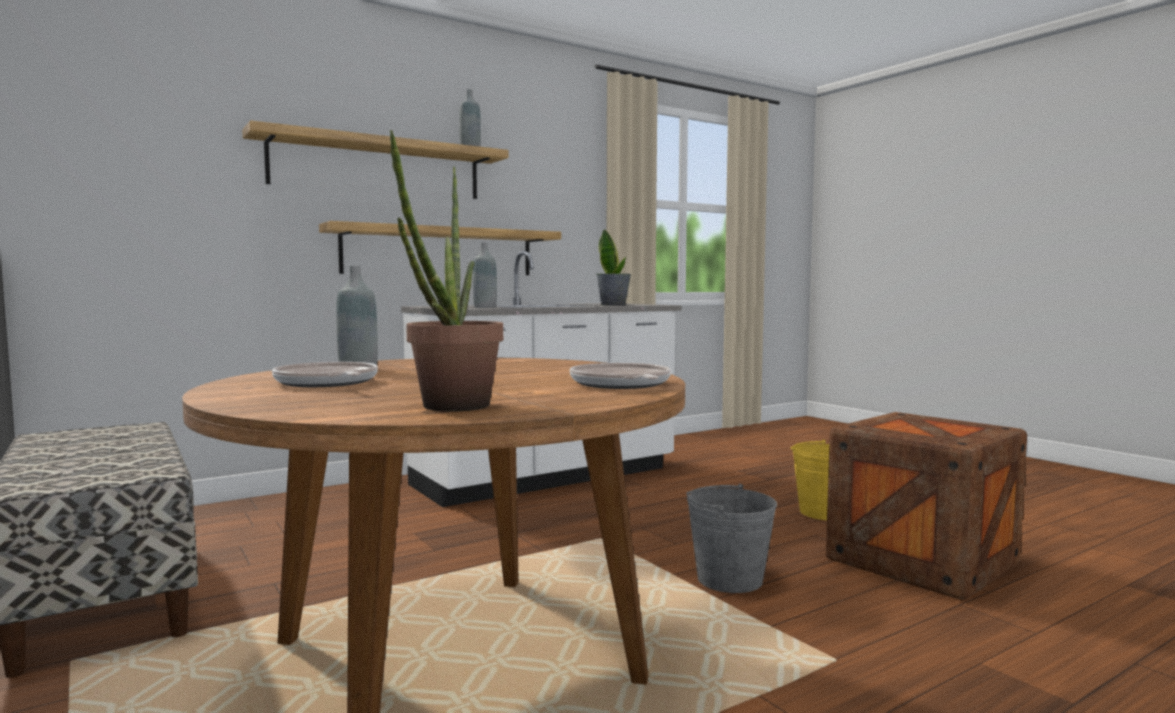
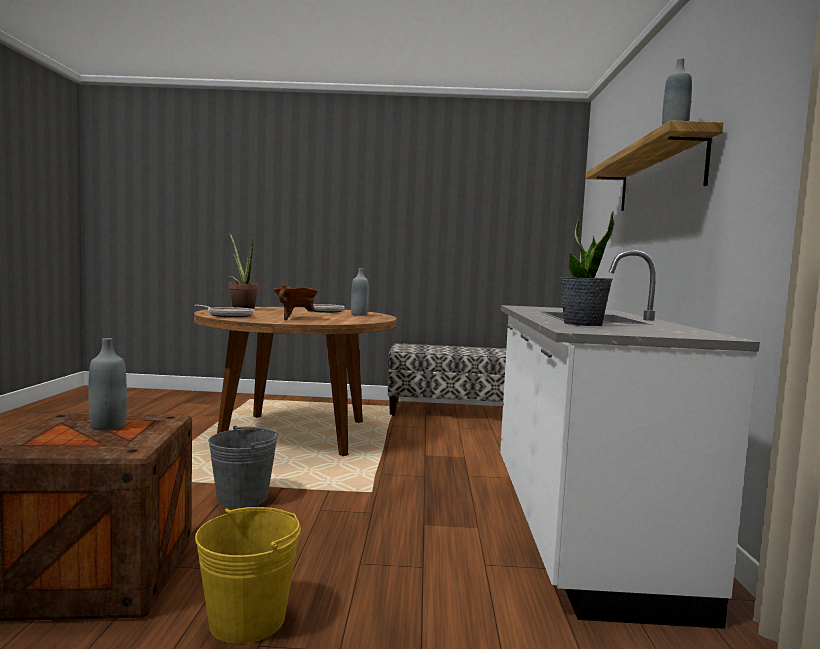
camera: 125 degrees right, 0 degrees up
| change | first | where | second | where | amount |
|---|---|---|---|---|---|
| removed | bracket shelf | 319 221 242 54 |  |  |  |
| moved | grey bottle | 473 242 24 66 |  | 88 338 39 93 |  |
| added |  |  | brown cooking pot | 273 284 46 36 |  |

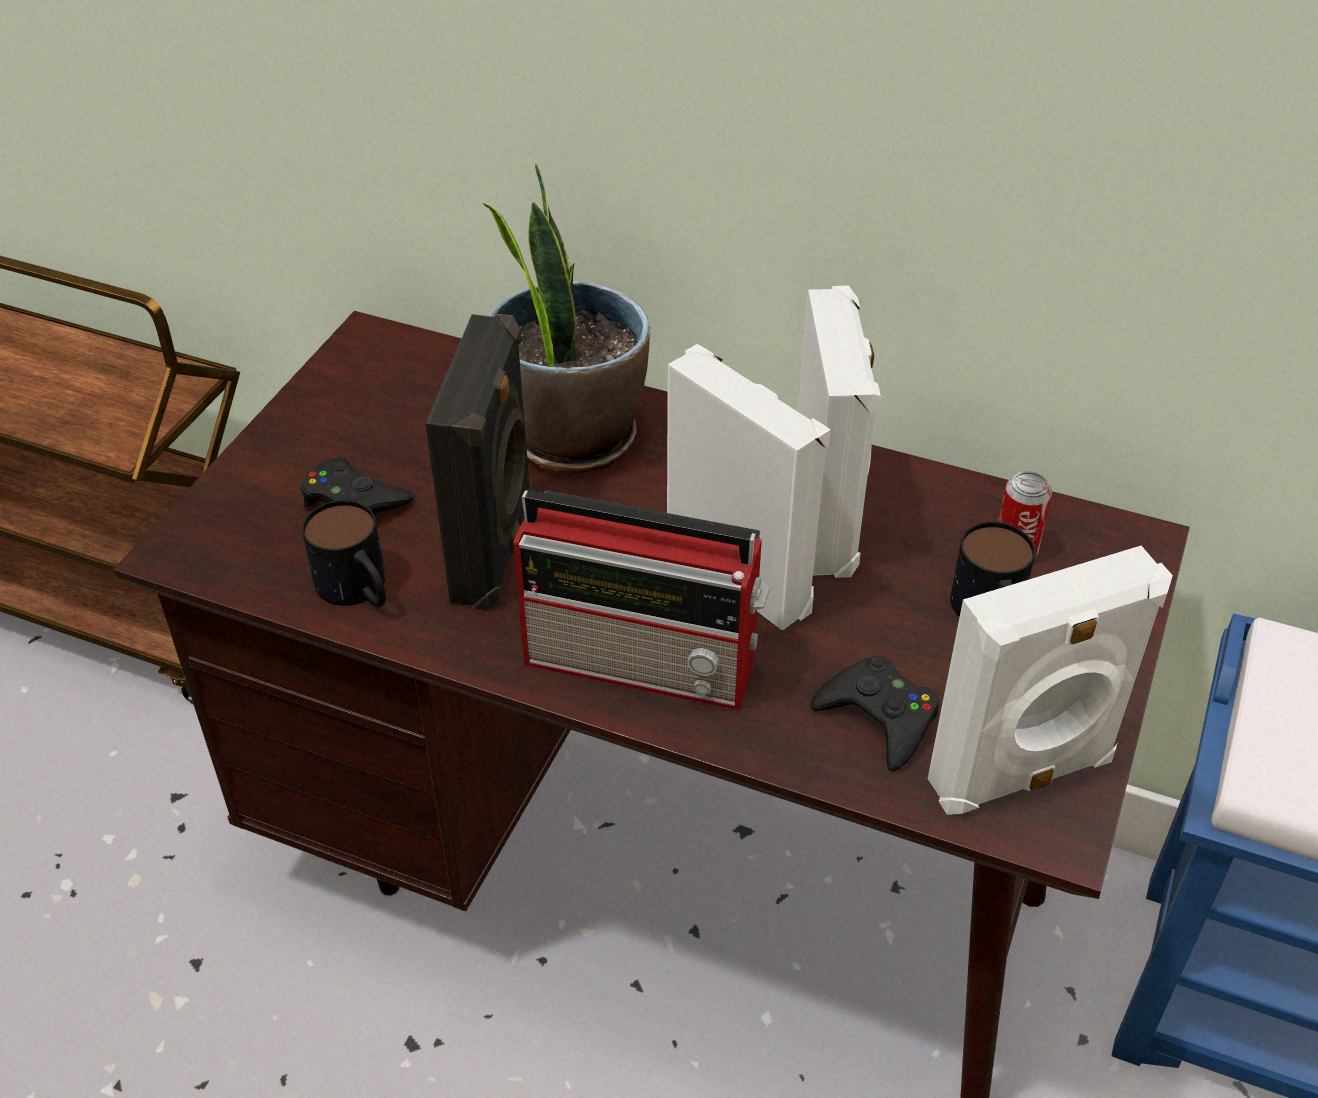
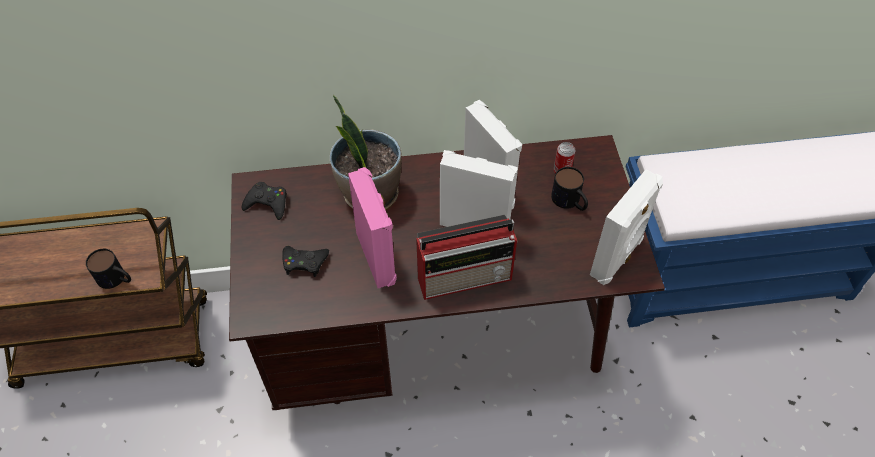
camera: 30 degrees left, 10 degrees up
| change | first | where | second | where | amount |
|---|---|---|---|---|---|
| recoloured | blackish speaker | 426 314 107 297 | pink speaker | 348 167 49 121 |  |
| moved | tea mug | 302 500 84 107 |  | 86 249 45 40 |  |
| moved | blackish joypad | 811 656 128 115 |  | 242 182 45 38 |  |

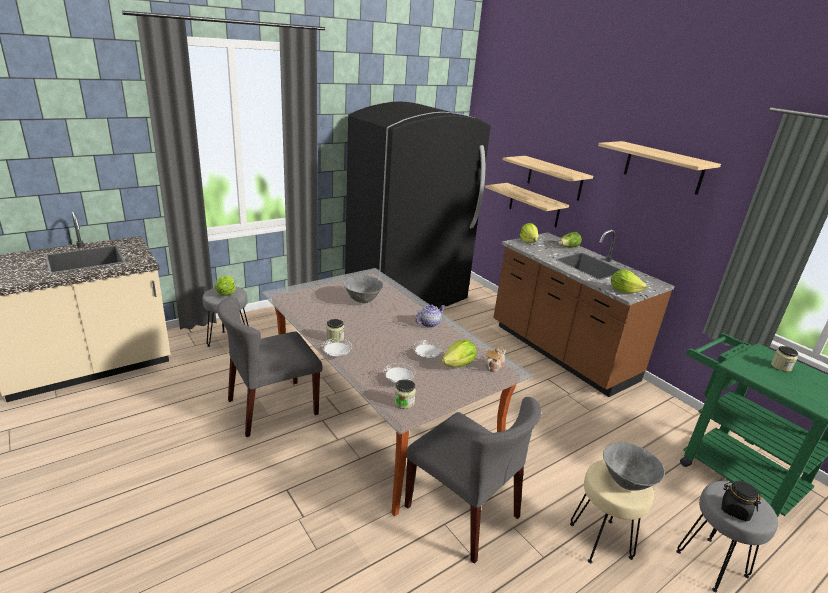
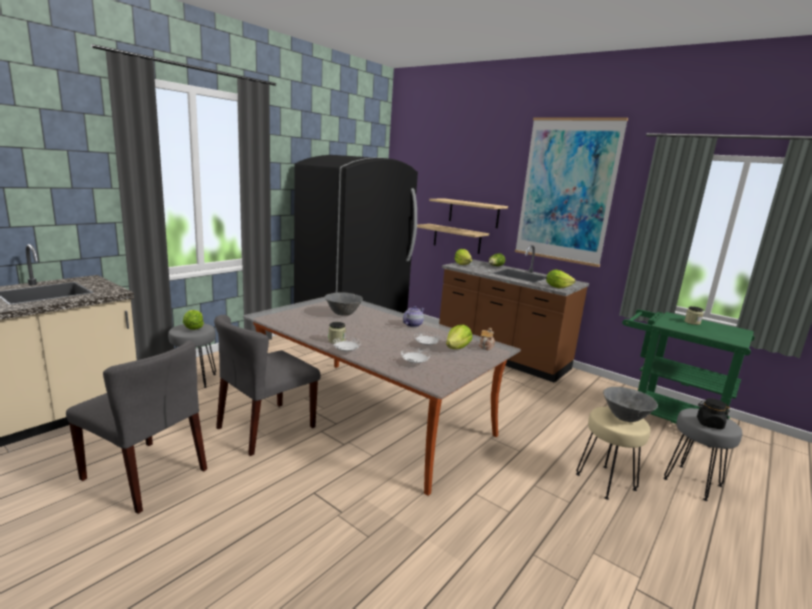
camera: 15 degrees left, 10 degrees down
| change | first | where | second | where | amount |
|---|---|---|---|---|---|
| replaced | bracket shelf | 598 141 123 54 | picture | 515 117 113 150 |  |
| removed | jar | 394 379 22 30 |  |  |  |
| moved | grey plain chair | 405 397 136 167 |  | 66 340 141 174 |  |

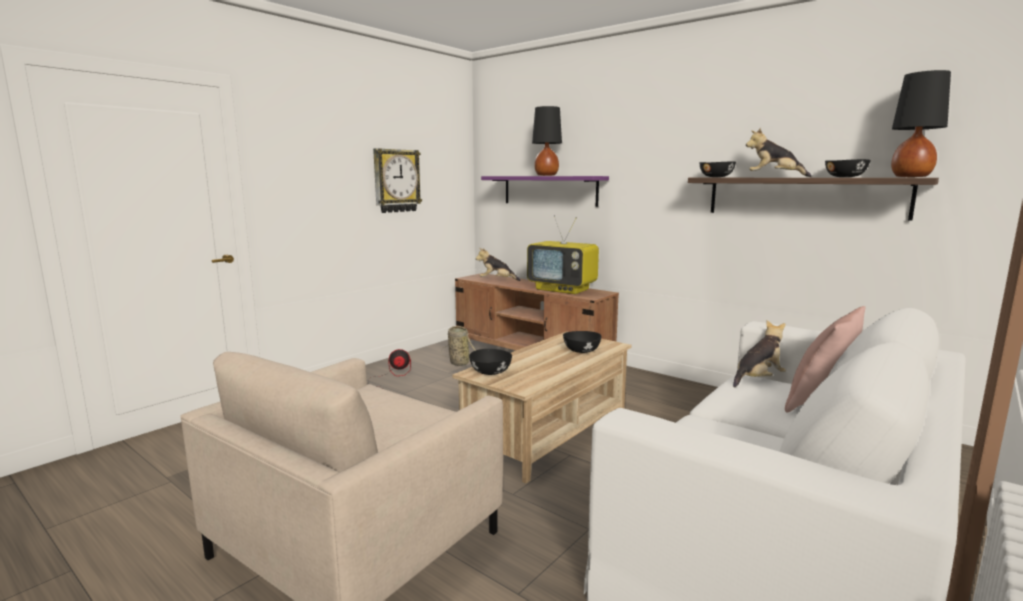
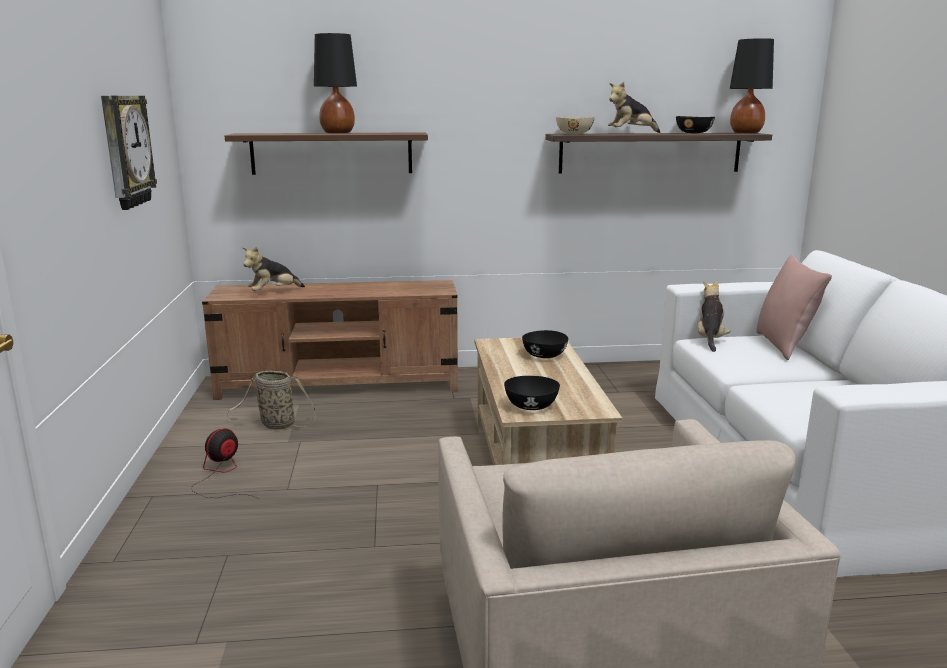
camera: 45 degrees left, 5 degrees up
| change | first | where | second | where | amount |
|---|---|---|---|---|---|
| recoloured | blackish bowl | 699 162 37 15 | beige bowl | 556 117 39 17 |  |
| recoloured | purplish bracket shelf | 481 176 128 31 | brown bracket shelf | 225 132 203 43 |  |
| removed | TV set | 527 215 72 79 |  |  |  |

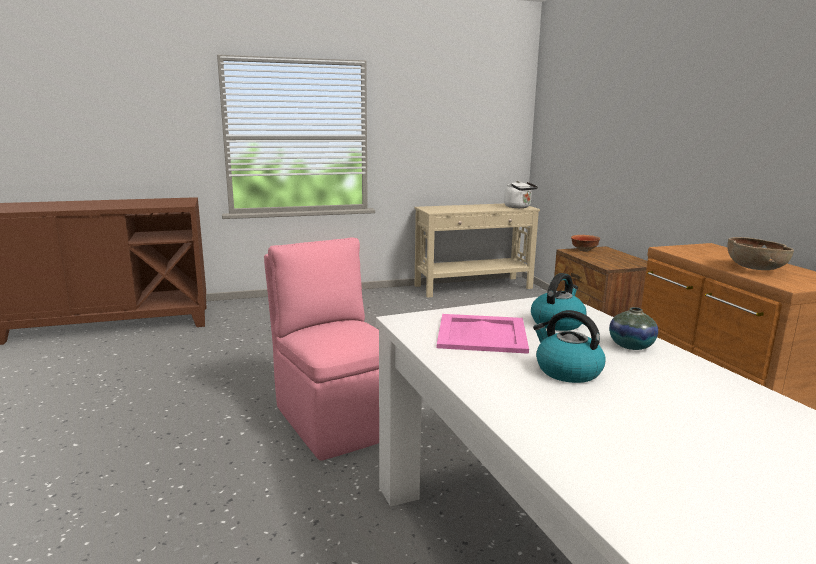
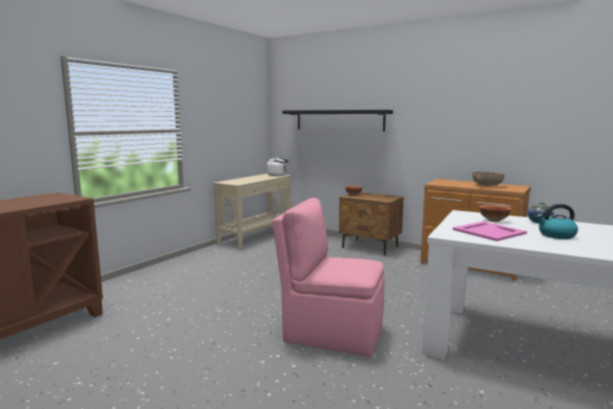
camera: 40 degrees left, 5 degrees down
| change | first | where | second | where | amount |
|---|---|---|---|---|---|
| replaced | tea kettle | 531 273 56 58 | bowl | 479 205 32 17 |  |
| added |  |  | blackish bracket shelf | 283 110 110 21 |  |

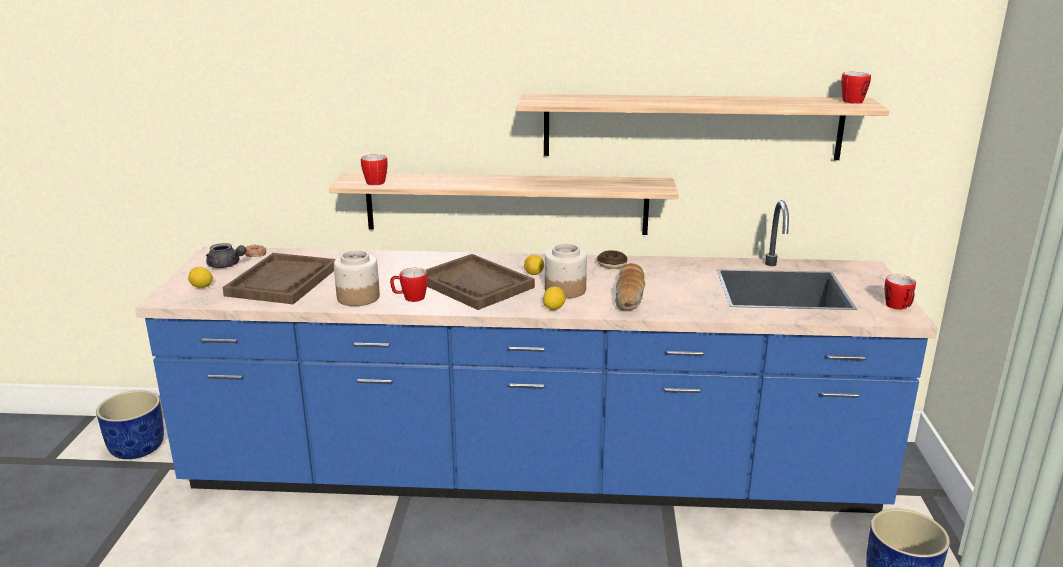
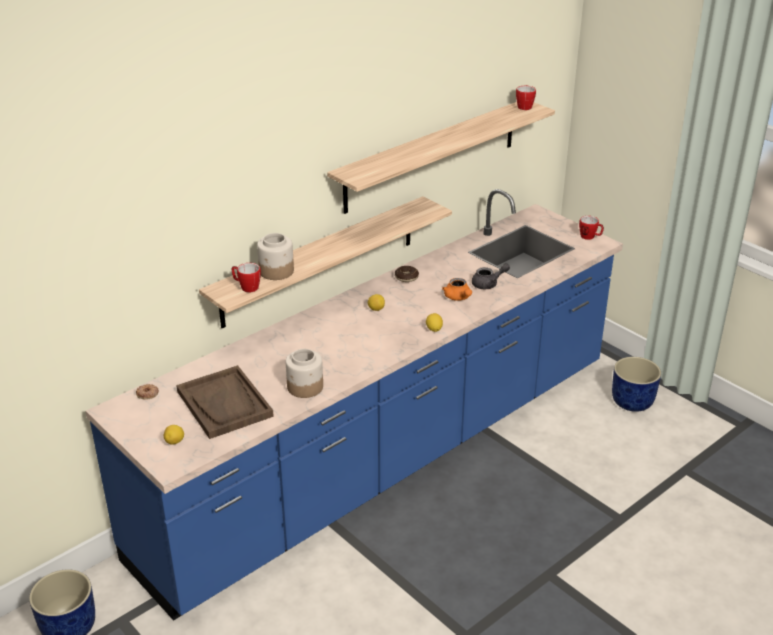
camera: 45 degrees left, 10 degrees up
| change | first | where | second | where | amount |
|---|---|---|---|---|---|
| moved | grey teapot | 206 243 41 25 |  | 472 263 38 26 |  |
| moved | jar | 545 244 42 55 |  | 257 233 37 47 |  |
| removed | brown carrying tray | 426 254 109 56 |  |  |  |
| replaced | baked bread | 615 263 30 47 | orange-coloured teapot | 442 278 30 23 |  |
| removed | tea mug | 390 268 38 34 |  |  |  |

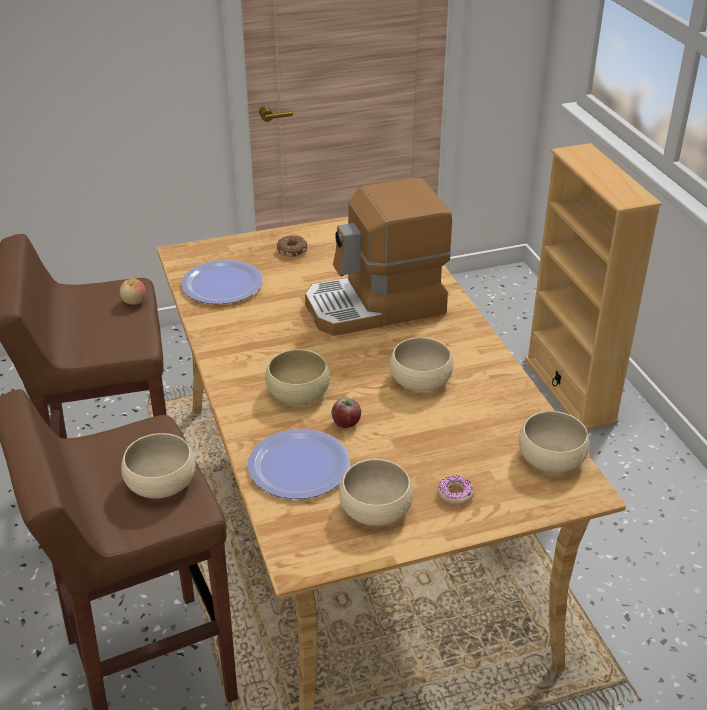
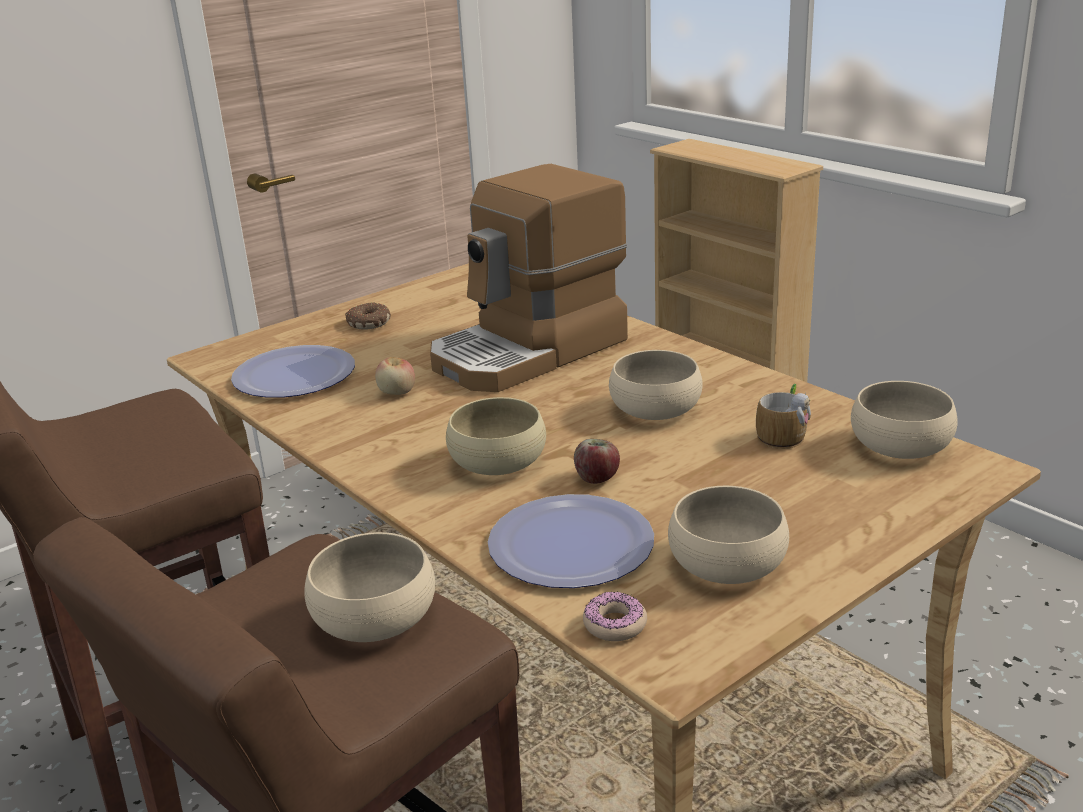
camera: 20 degrees left, 10 degrees down
| change | first | where | second | where | amount |
|---|---|---|---|---|---|
| moved | apple | 120 278 26 27 |  | 375 357 40 38 |  |
| moved | doughnut | 438 475 36 30 |  | 583 592 64 49 |  |
| added |  |  | tea mug | 756 384 55 65 |  |

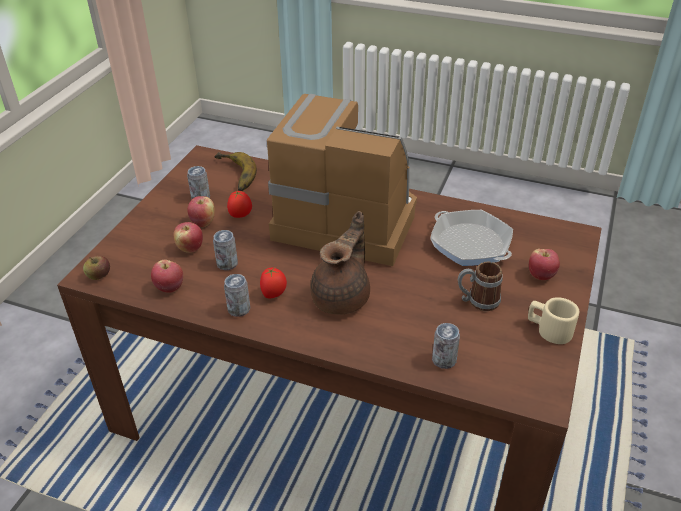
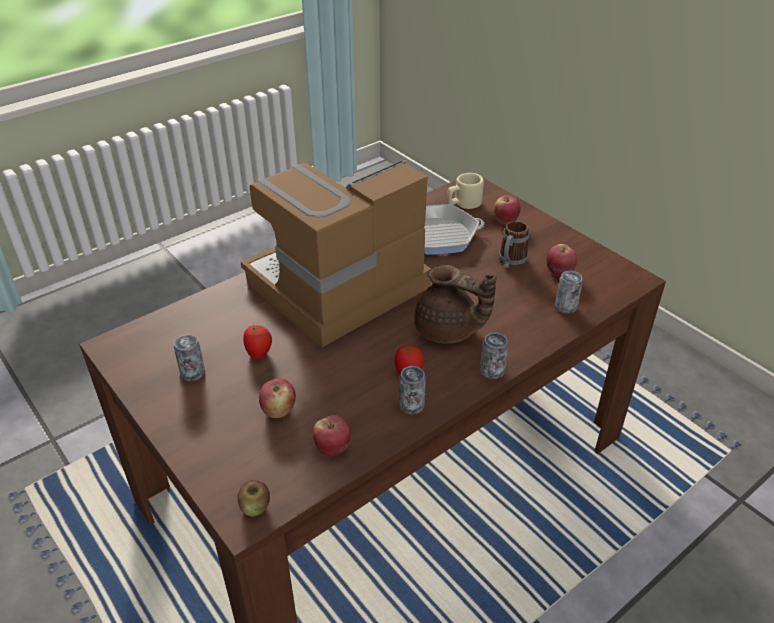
camera: 60 degrees left, 0 degrees up
| change | first | where | second | where | amount |
|---|---|---|---|---|---|
| removed | whole banana | 215 152 42 39 |  |  |  |
| moved | apple | 187 196 28 31 |  | 546 244 31 33 |  |
| turned | brown teapot | 310 211 60 104 |  | 414 265 83 79 | 150 degrees clockwise |
| moved | metal can | 213 230 25 40 |  | 480 332 28 47 |  |
| moved | beige tea mug | 528 297 51 47 |  | 447 173 37 36 |  |

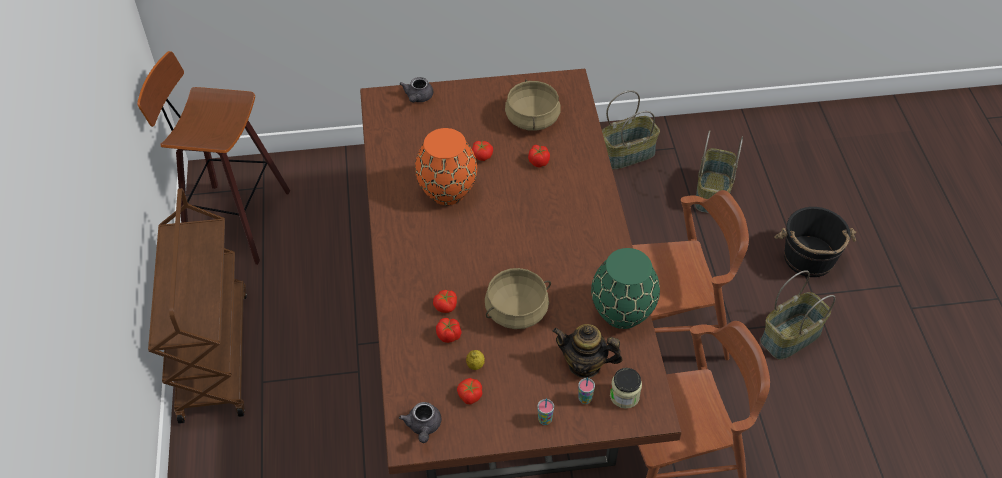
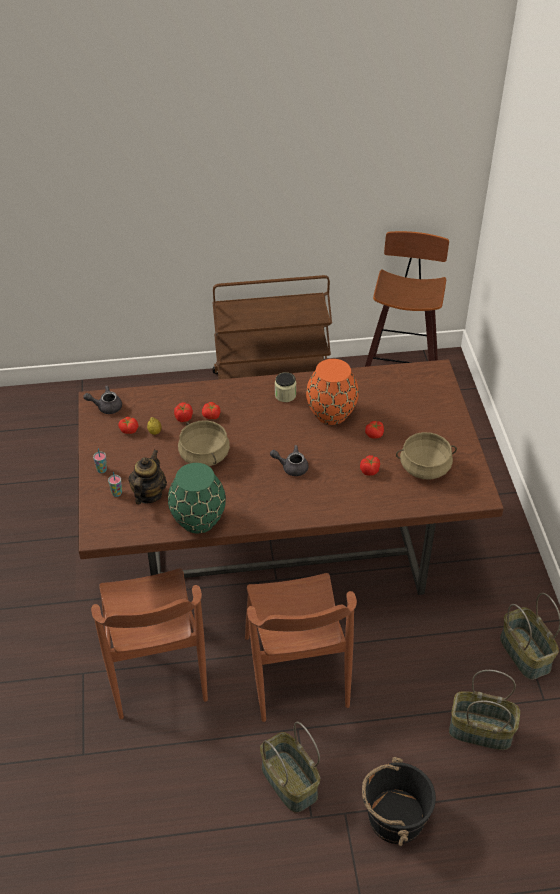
camera: 90 degrees right, 5 degrees down
| change | first | where | second | where | amount |
|---|---|---|---|---|---|
| moved | grey teapot | 400 77 33 25 |  | 270 445 39 31 |  |
| moved | jar | 610 368 32 41 |  | 275 372 21 30 |  |

